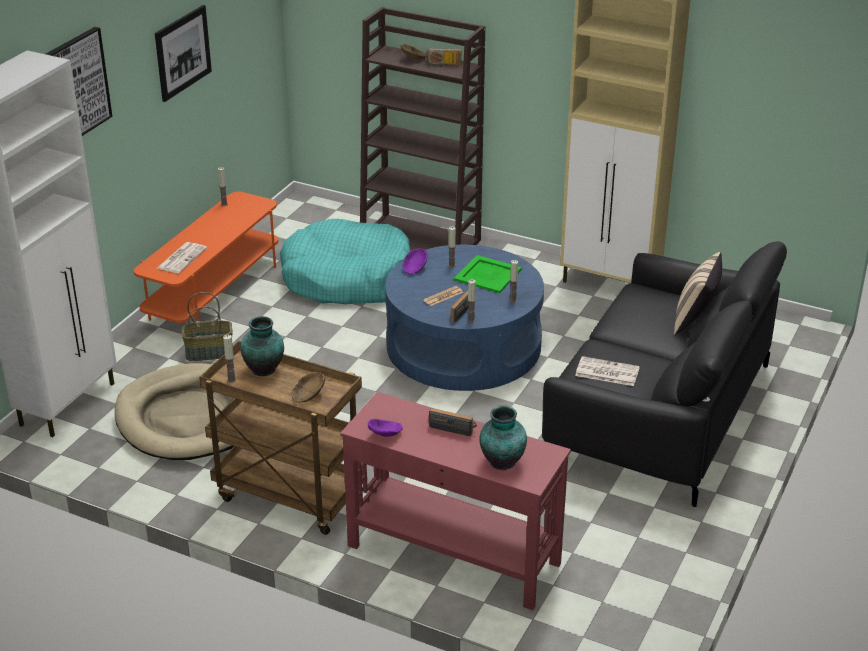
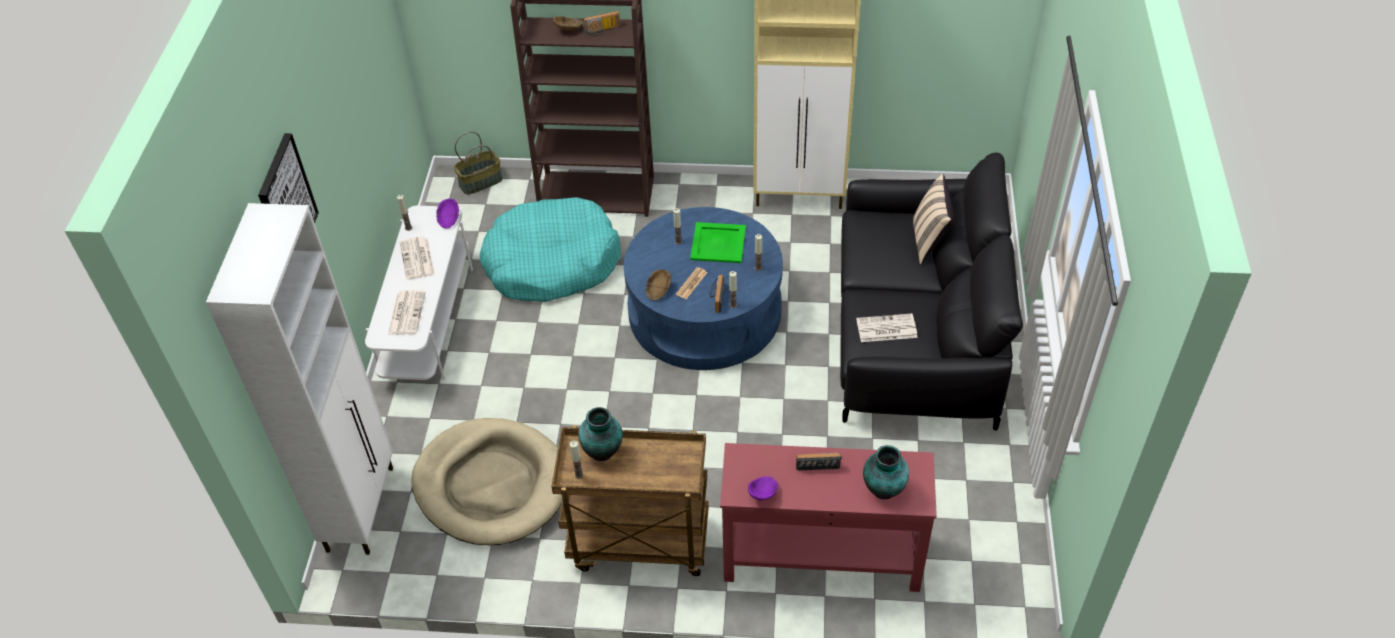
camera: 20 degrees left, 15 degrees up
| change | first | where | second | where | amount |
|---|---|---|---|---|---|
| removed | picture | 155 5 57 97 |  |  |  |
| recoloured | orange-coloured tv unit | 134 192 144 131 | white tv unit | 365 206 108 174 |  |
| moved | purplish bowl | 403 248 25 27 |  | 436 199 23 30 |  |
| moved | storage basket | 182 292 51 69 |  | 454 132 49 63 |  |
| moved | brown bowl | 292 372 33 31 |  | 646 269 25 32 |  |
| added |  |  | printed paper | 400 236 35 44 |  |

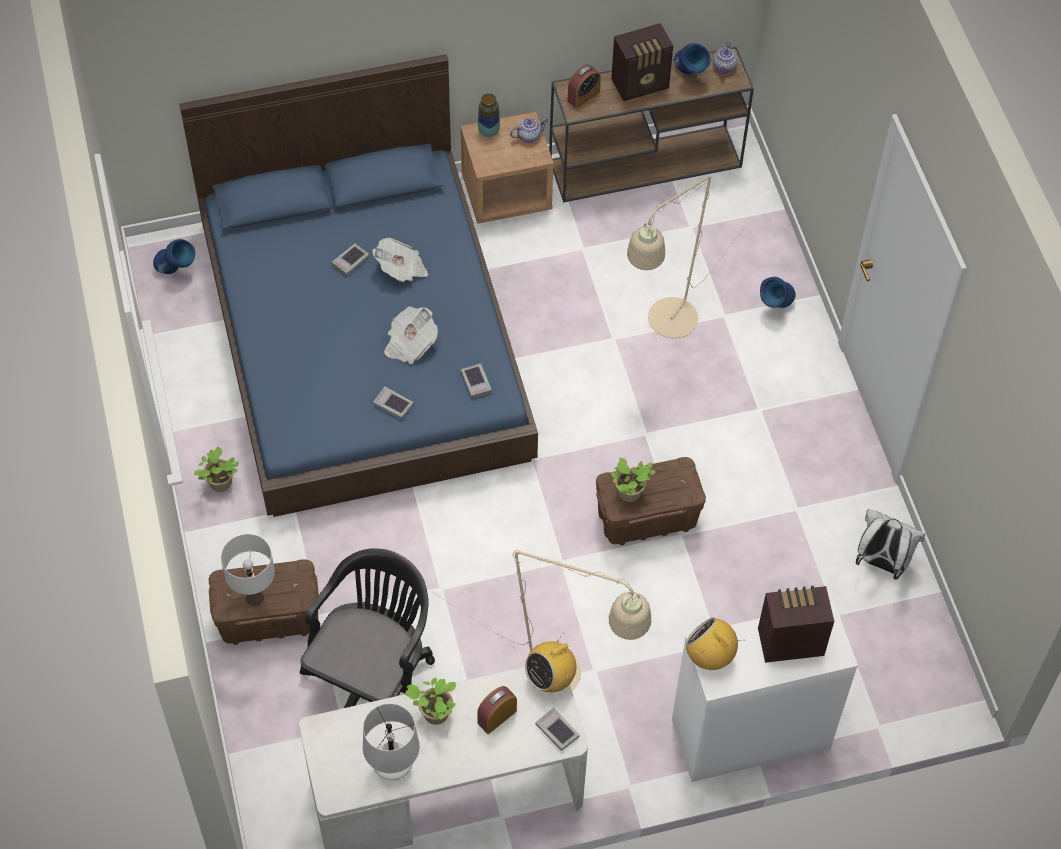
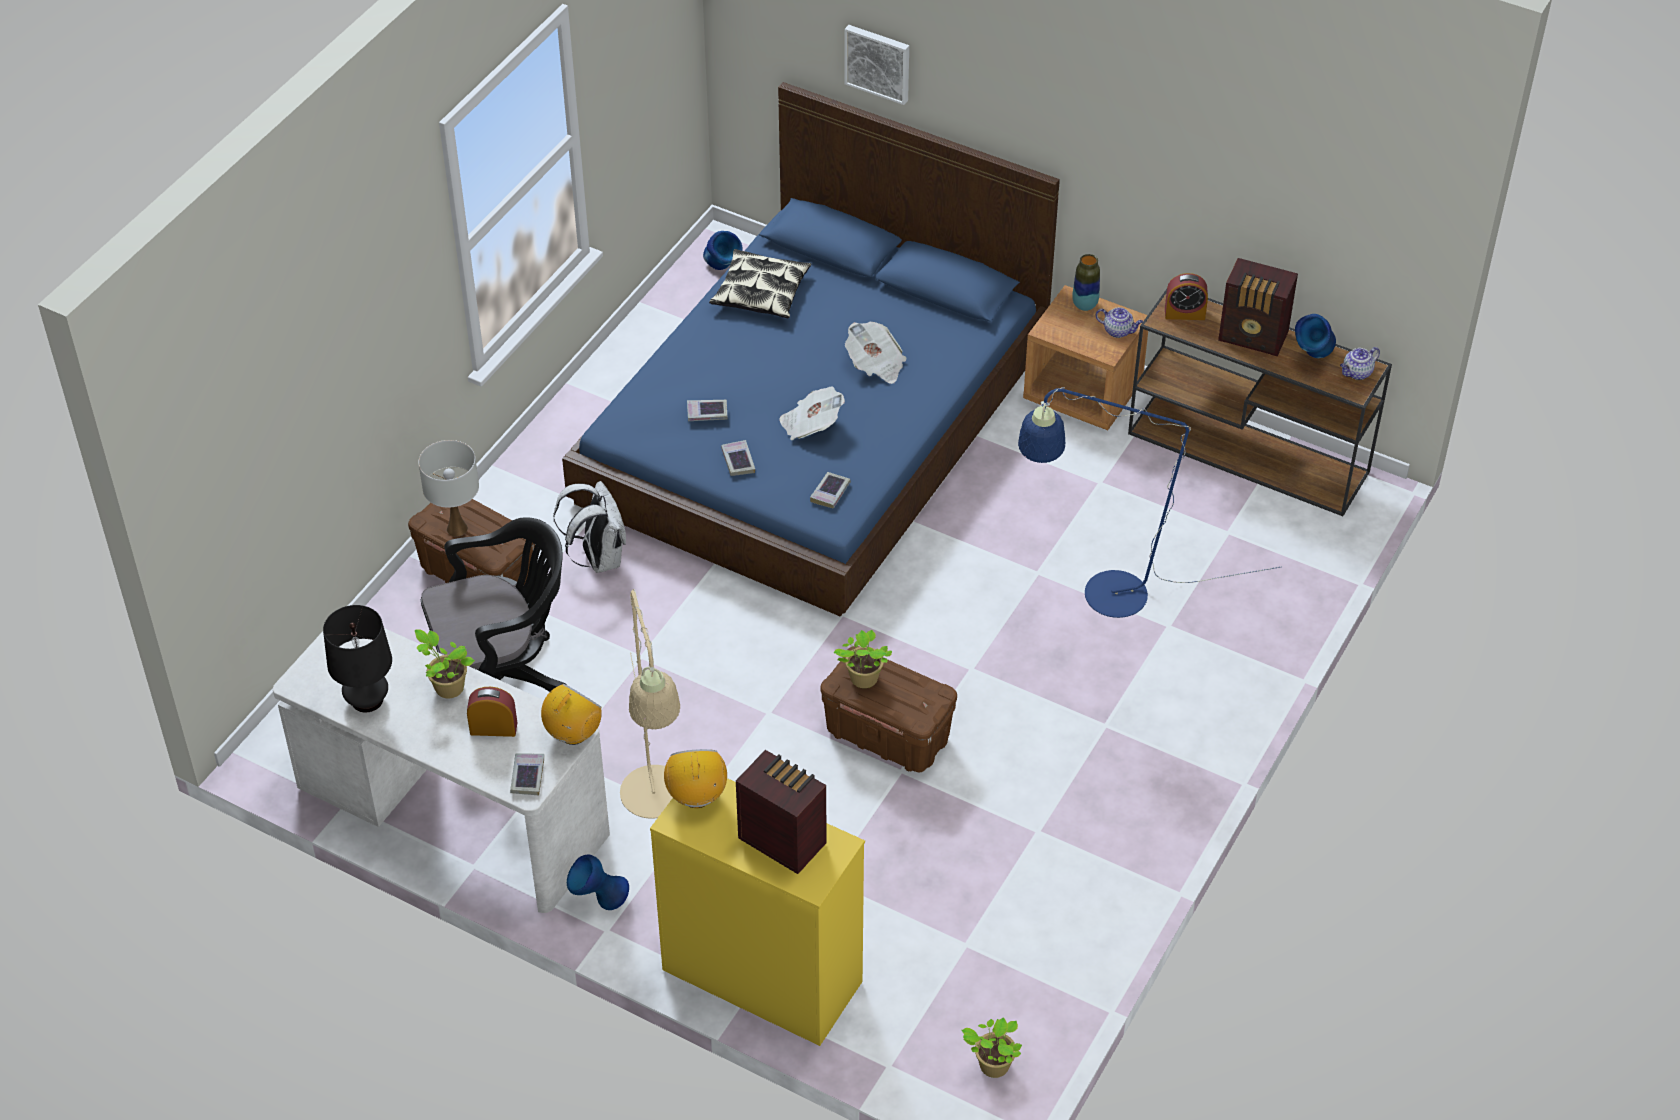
camera: 45 degrees right, 10 degrees down
| change | first | where | second | where | amount |
|---|---|---|---|---|---|
| recoloured | beige standing lamp | 627 176 118 162 | bluish standing lamp | 1018 387 263 231 |  |
| moved | bound book | 332 244 38 32 |  | 687 400 41 21 |  |
| moved | bluish decorative vase | 760 277 35 31 |  | 567 855 62 55 |  |
| moved | plant in a pot | 193 446 46 46 |  | 961 1017 61 61 |  |
| moved | white backpack | 856 509 69 71 |  | 553 481 73 92 |  |
| recoloured | white dresser | 672 601 186 181 | yellow dresser | 650 778 215 268 |  |
| turned | radio receiver | 525 633 51 59 |  | 541 683 61 62 | 120 degrees clockwise |
| recoloured | white table lamp | 363 704 56 77 | blackish table lamp | 323 605 69 107 |  |
| added |  |  | picture | 844 25 65 80 |  |
| added |  |  | cushion | 709 249 103 69 |  |

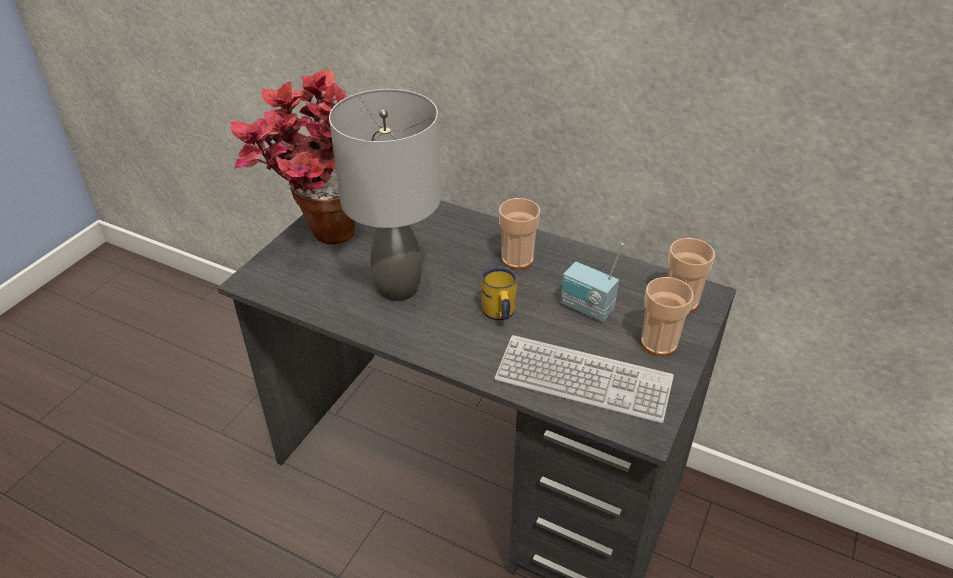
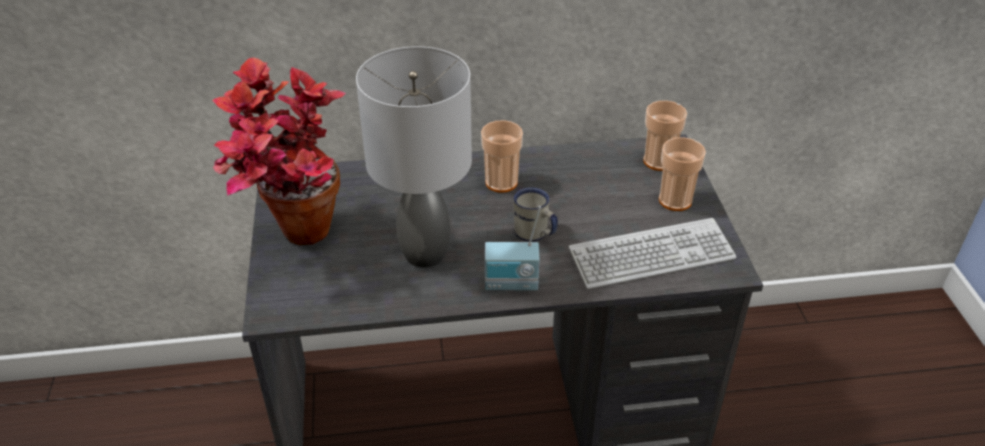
camera: 35 degrees left, 0 degrees up
| change | first | where | second | where | amount |
|---|---|---|---|---|---|
| moved | radio receiver | 561 243 63 79 |  | 485 206 56 84 |  |
| recoloured | yellow tea mug | 481 266 36 54 | white tea mug | 513 187 45 55 |  |

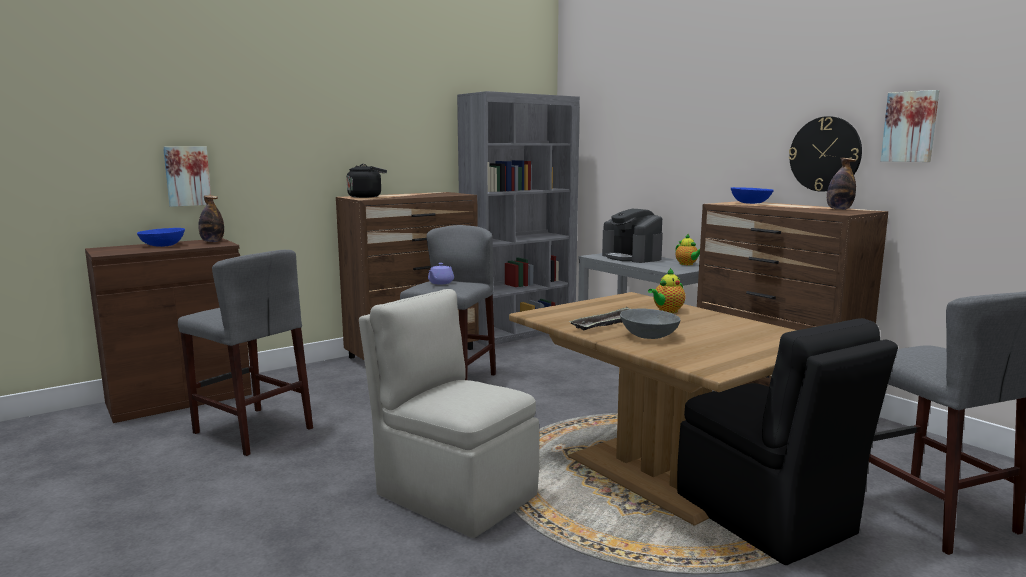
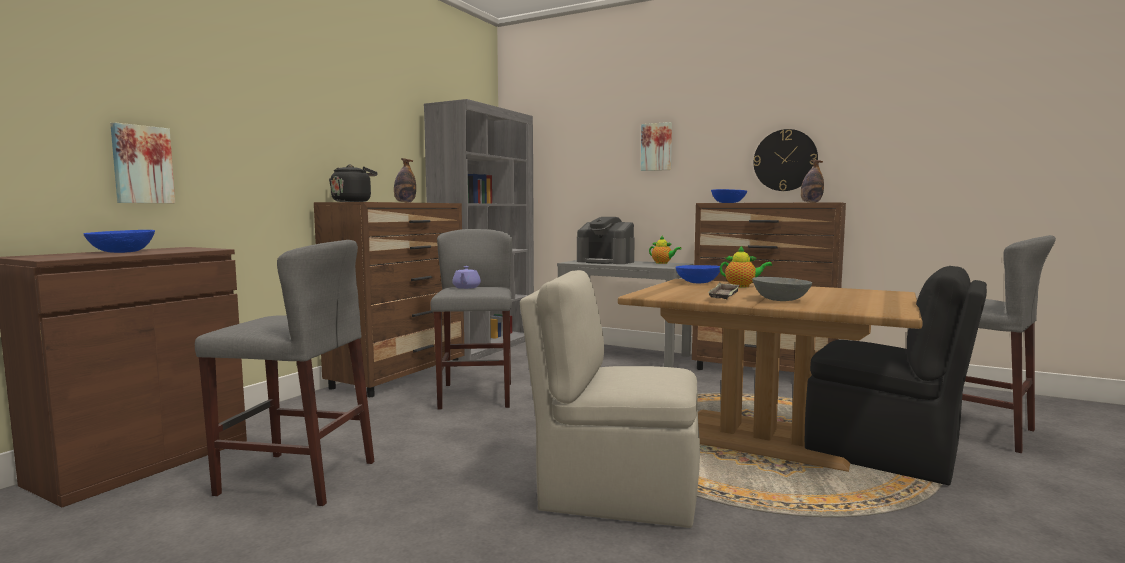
camera: 25 degrees left, 5 degrees down
| change | first | where | second | where | amount |
|---|---|---|---|---|---|
| moved | picture | 881 90 58 72 |  | 641 122 31 49 |  |
| moved | bottle | 198 195 26 47 |  | 394 158 22 45 |  |
| turned | teapot | 648 268 37 45 |  | 720 245 52 42 | 105 degrees counterclockwise |
| added |  |  | bluish bowl | 675 265 45 18 |  |

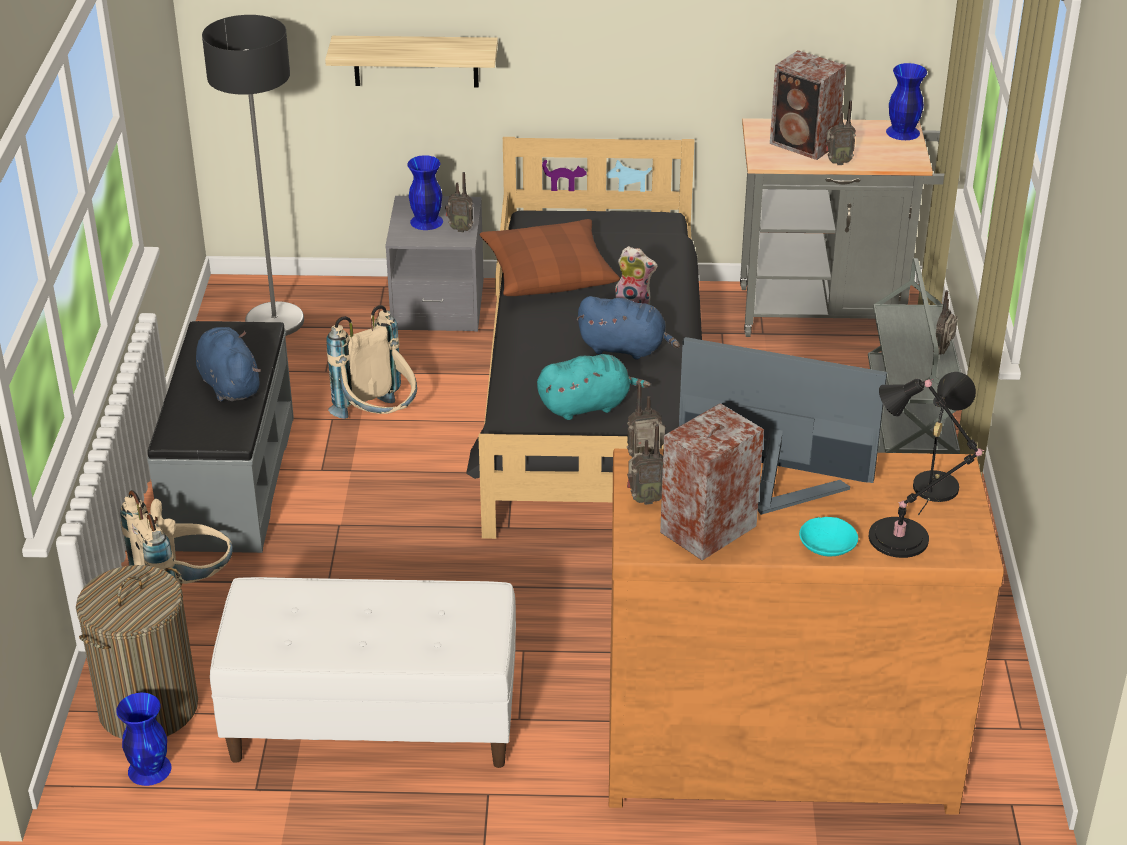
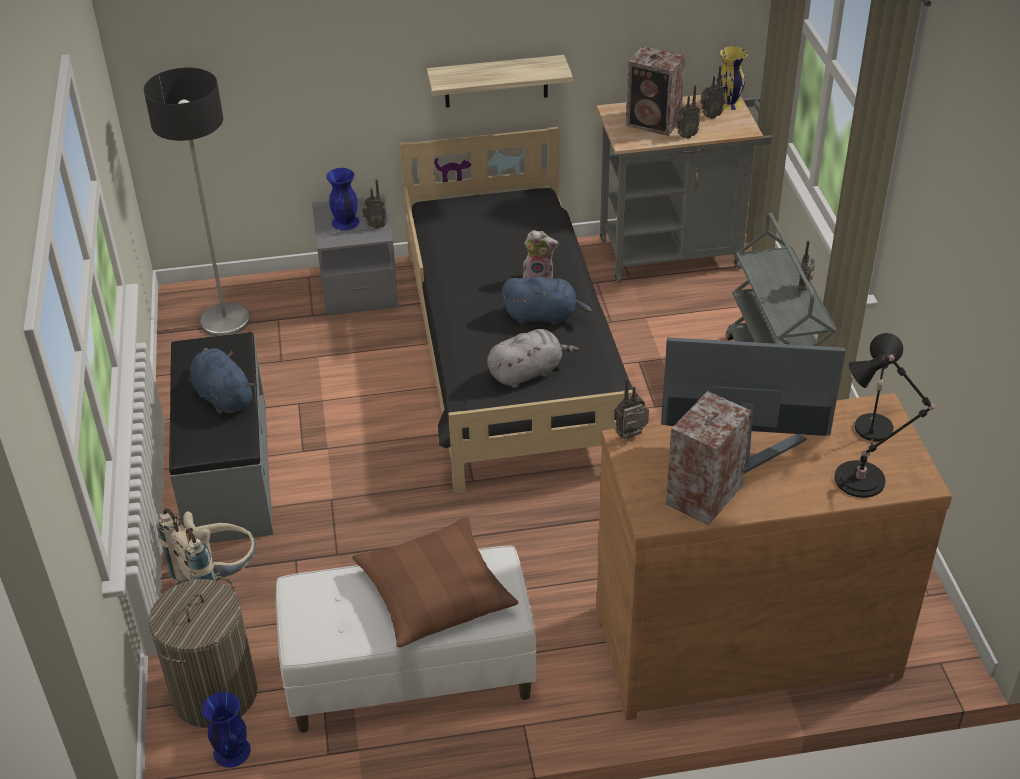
camera: 10 degrees left, 5 degrees up
| change | first | where | second | where | amount |
|---|---|---|---|---|---|
| moved | bracket shelf | 325 36 173 52 |  | 427 55 146 53 |  |
| recoloured | bluish decorative vase | 886 63 41 77 | yellow decorative vase | 717 46 30 64 |  |
| moved | brown cushion | 480 219 140 77 |  | 352 517 166 130 |  |
| removed | beige backpack | 326 305 91 114 |  |  |  |
| recoloured | turquoise plush toy | 537 354 114 66 | grey plush toy | 487 329 92 59 |  |
| moved | radio receiver | 627 424 36 81 |  | 701 66 24 53 |  |
| removed | turquoise bowl | 799 517 59 39 |  |  |  |

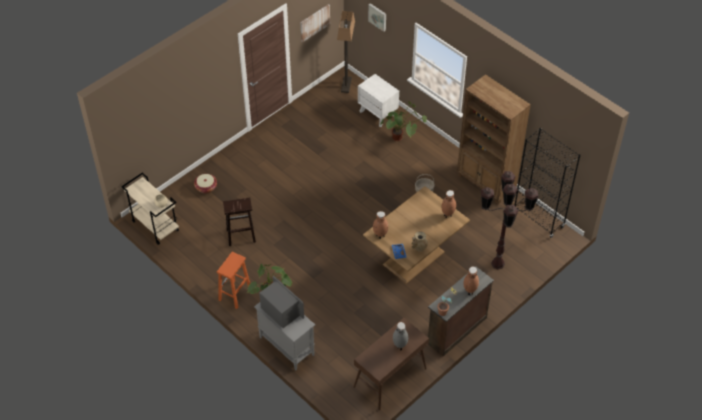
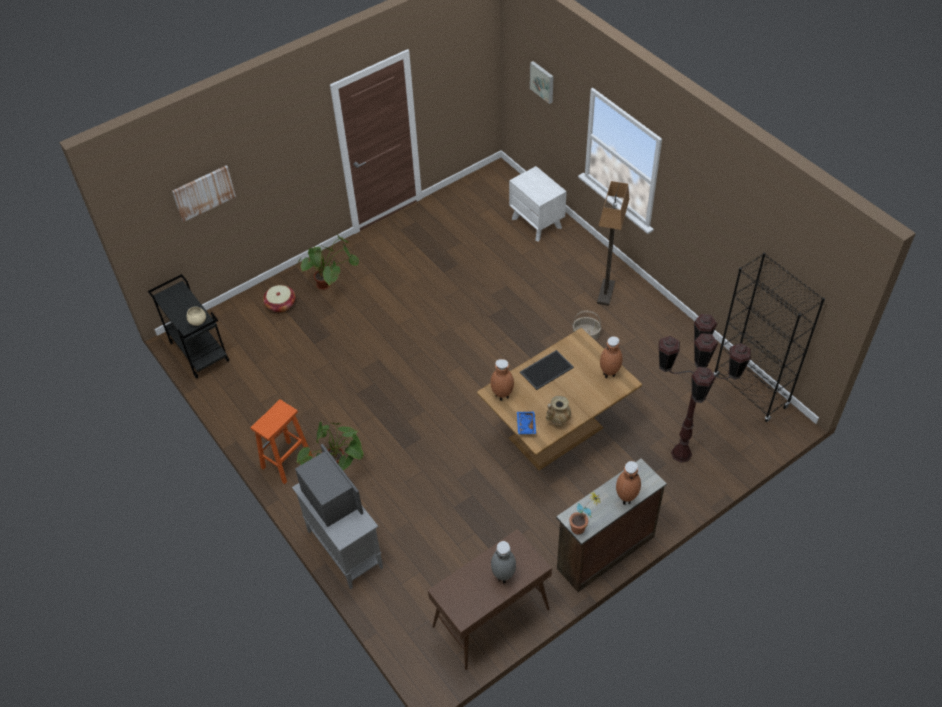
camera: 10 degrees right, 0 degrees up
| change | first | where | second | where | amount |
|---|---|---|---|---|---|
| moved | picture | 300 4 30 38 |  | 172 166 64 56 |  |
| moved | standing lamp | 337 11 18 82 |  | 597 181 33 125 |  |
| removed | brown shelving unit | 457 74 74 131 |  |  |  |
| moved | plant in a pot | 380 101 47 40 |  | 297 233 62 57 |  |
| recoloured | beige trolley | 121 173 58 72 | blackish trolley | 148 274 81 105 |  |
| removed | brown stool | 223 198 33 48 |  |  |  |
| added |  |  | carrying tray | 520 350 54 40 |  |

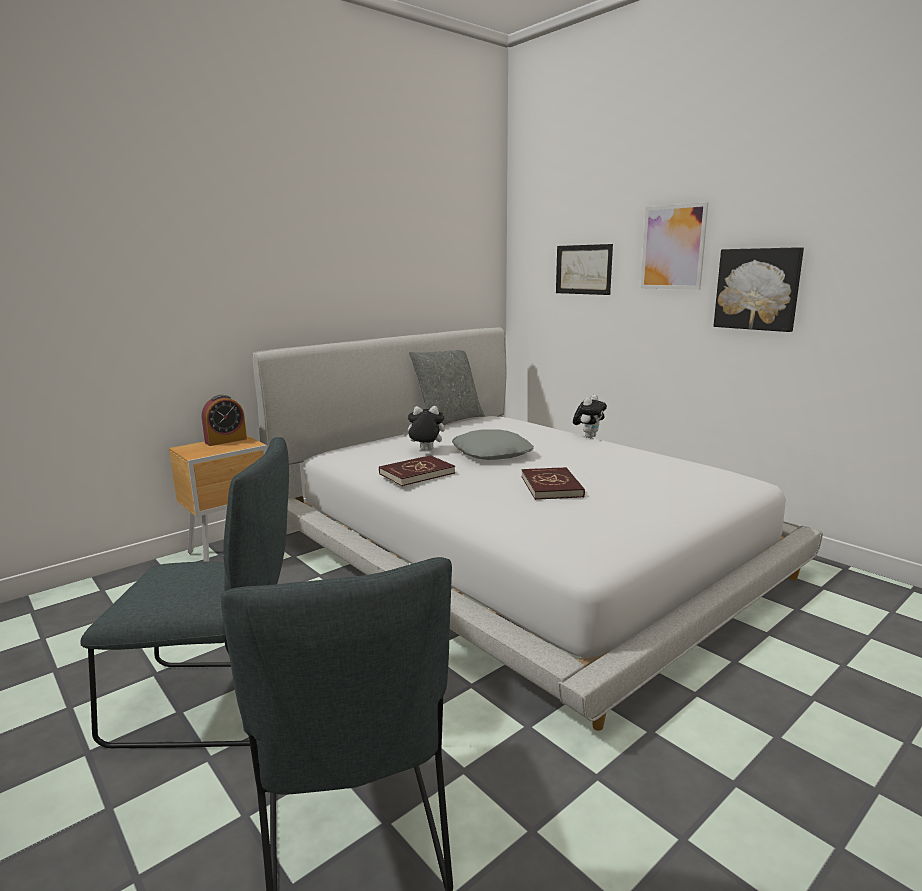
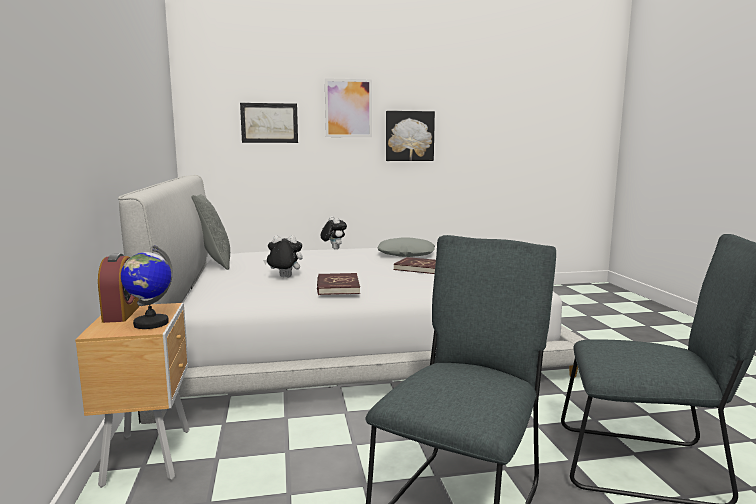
camera: 60 degrees left, 5 degrees down
| change | first | where | second | where | amount |
|---|---|---|---|---|---|
| turned | plush toy | 403 406 42 45 |  | 263 235 39 42 | 60 degrees clockwise |
| moved | grey cushion | 452 430 82 30 |  | 377 237 58 20 |  |
| added |  |  | globe | 121 245 52 84 |  |

